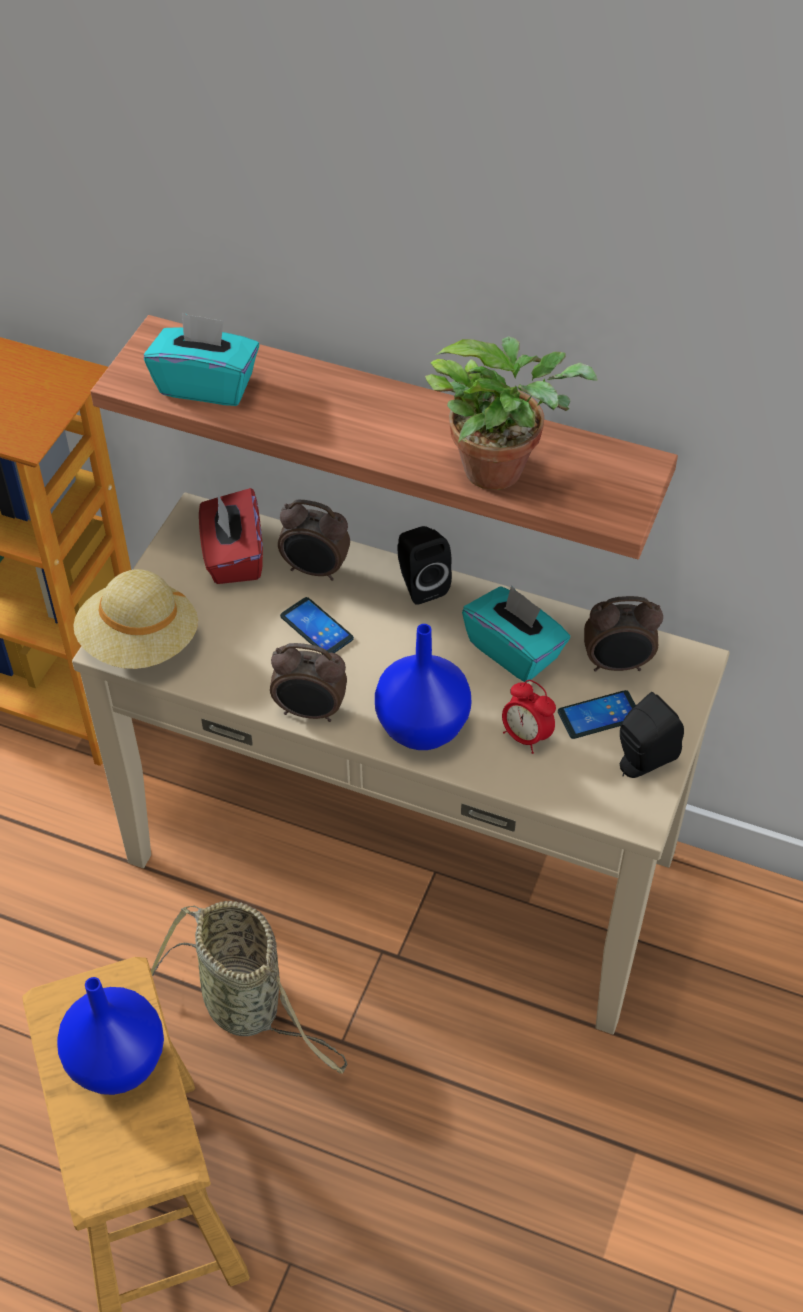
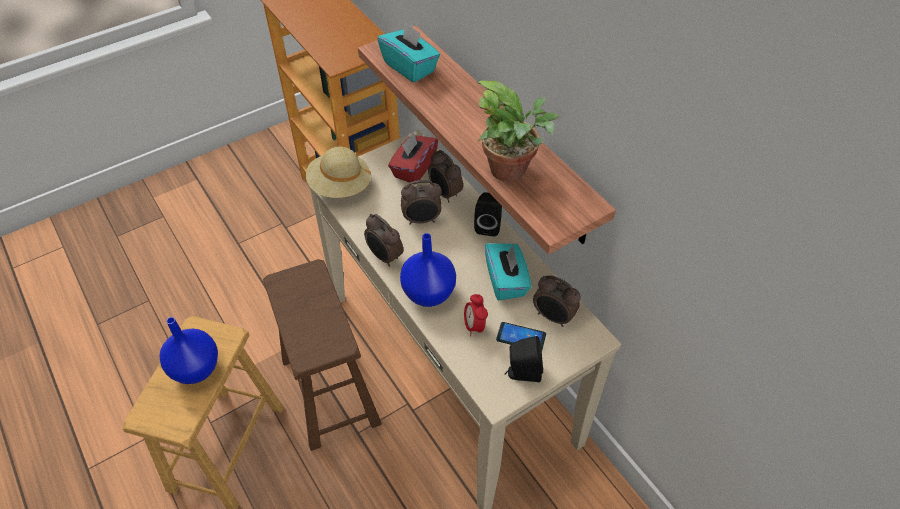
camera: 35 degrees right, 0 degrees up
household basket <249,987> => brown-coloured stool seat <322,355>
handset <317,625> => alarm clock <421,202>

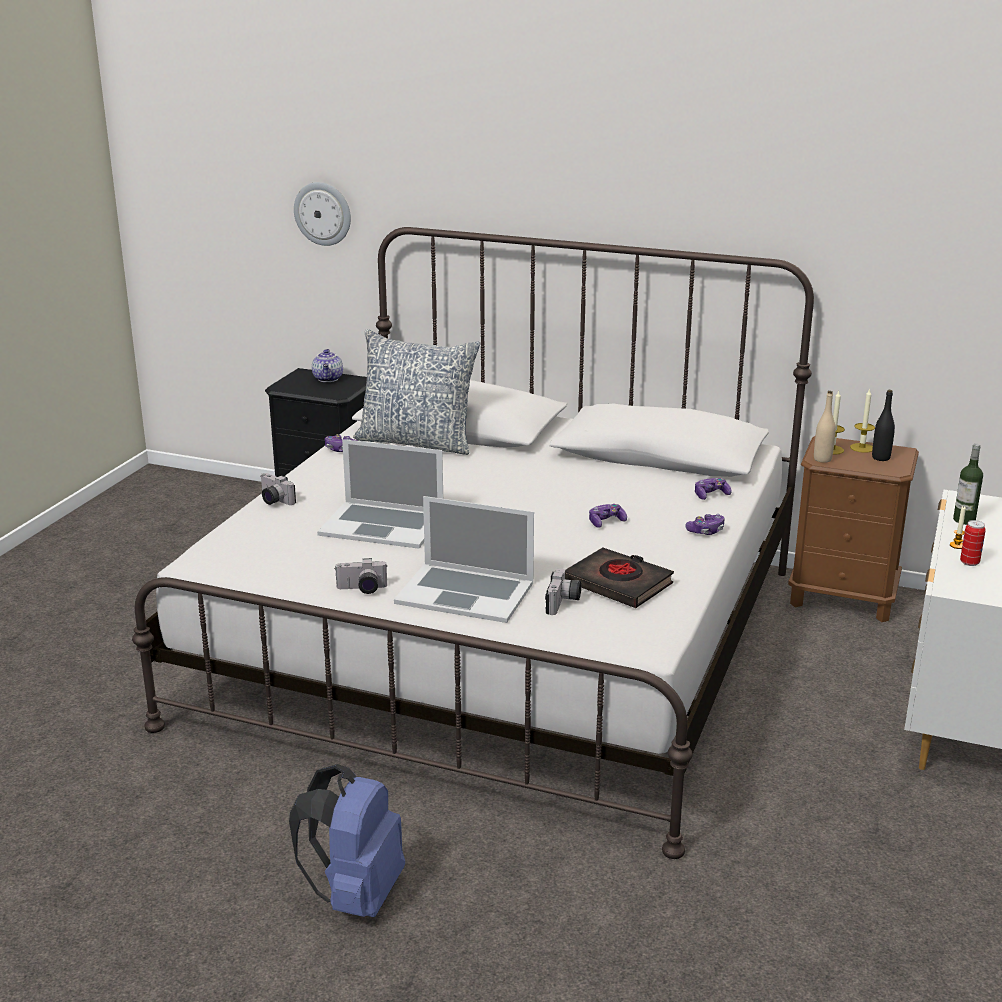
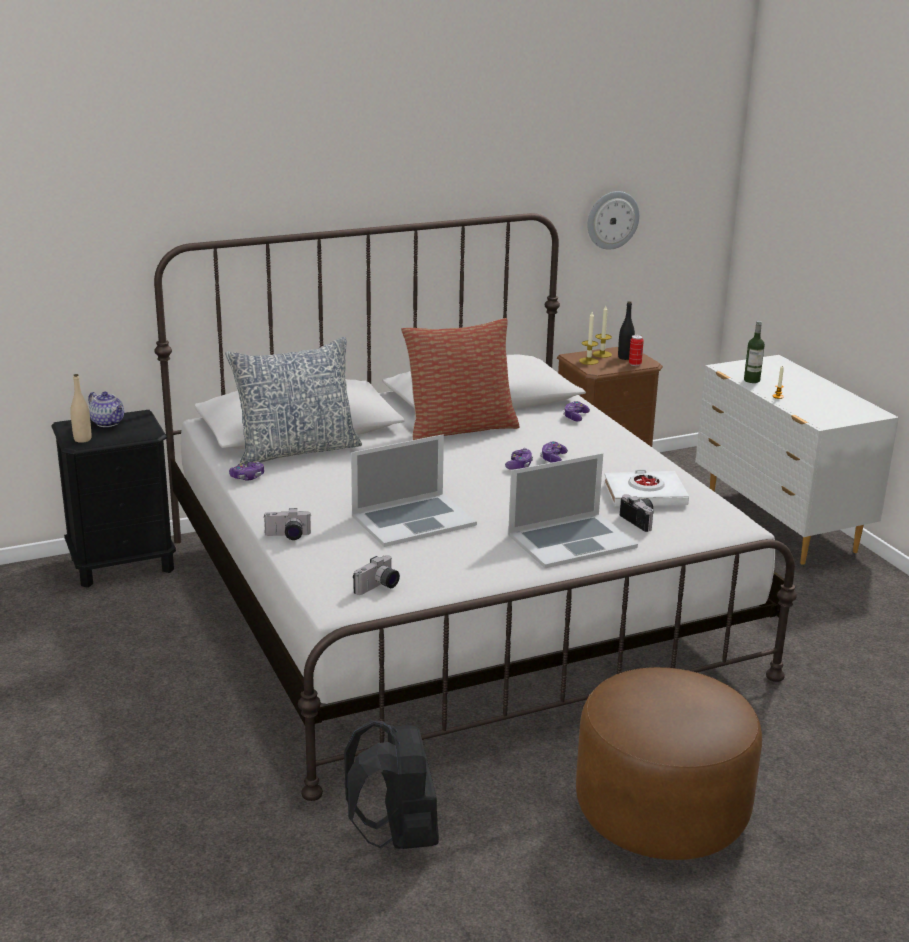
camera: 45 degrees left, 0 degrees up
nothing => blackish rucksack <391,785>
nothing => throw pillow <460,379>
hanging clock <322,214> => hanging clock <613,220>, relocated
still camera <361,576> => still camera <376,575>, relocated
game controller <705,524> => game controller <519,459>, relocated
beige drink bottle <825,427> => beige drink bottle <80,408>, relocated
metal can <973,543> => metal can <636,350>, relocated
blue rucksack <347,840> => brown-coloured ottoman <669,763>
blackish book <619,578> => whitish book <646,487>

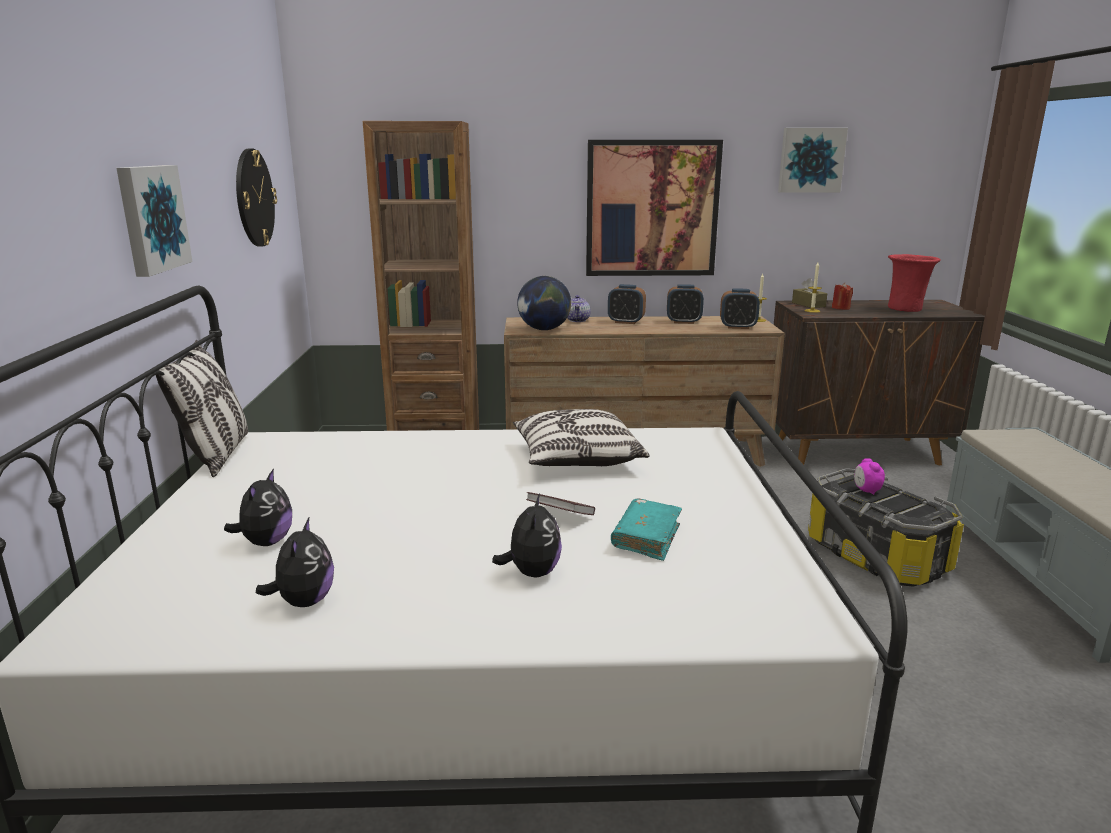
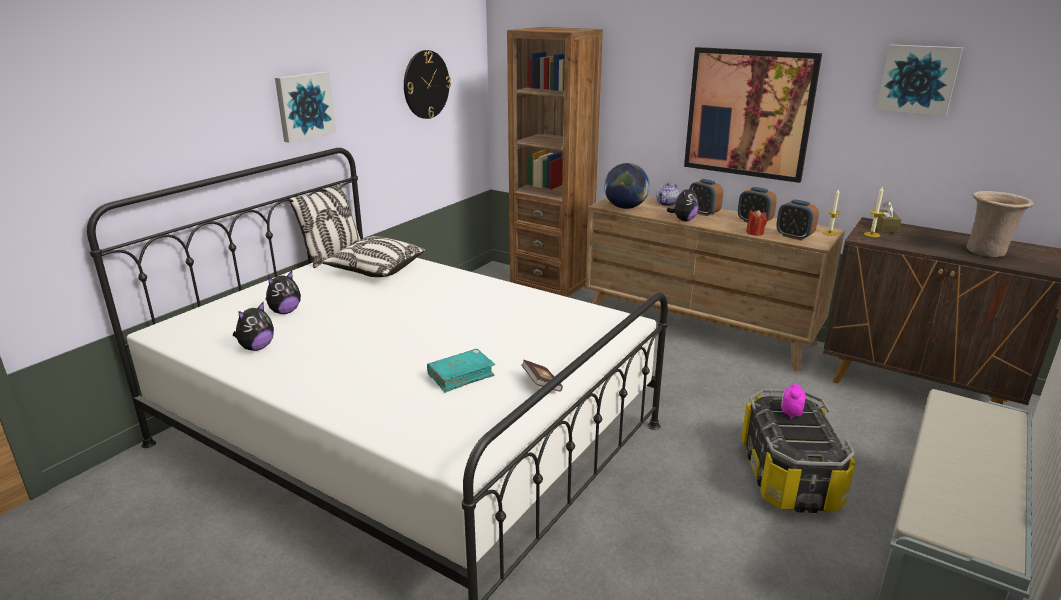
camera: 35 degrees right, 5 degrees up
plush toy <527,535> => plush toy <683,203>, relocated
throw pillow <581,437> => throw pillow <373,256>, relocated
book <560,503> => book <542,376>, relocated
red-coloured candle <842,296> => red-coloured candle <756,223>, relocated
red-coloured decorative vase <914,283> => beige decorative vase <1000,224>

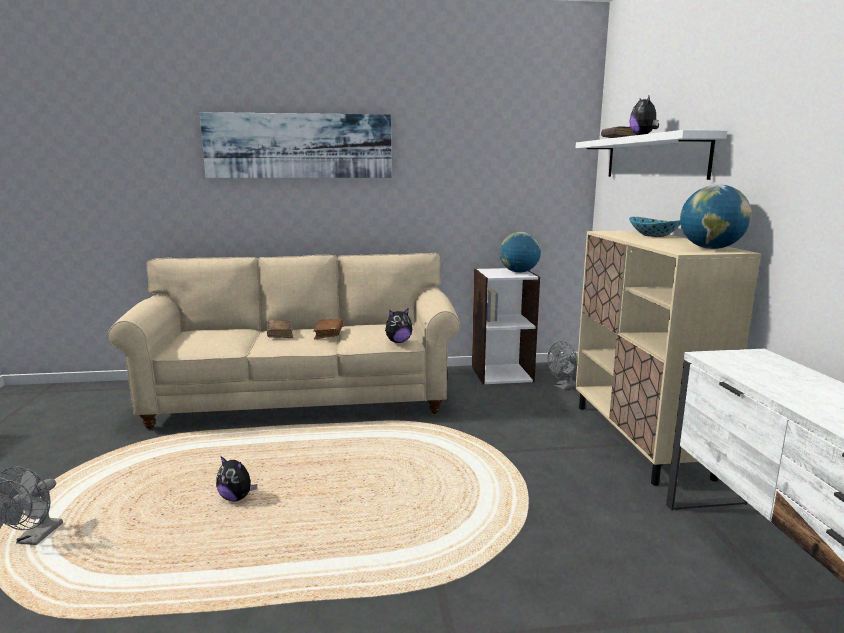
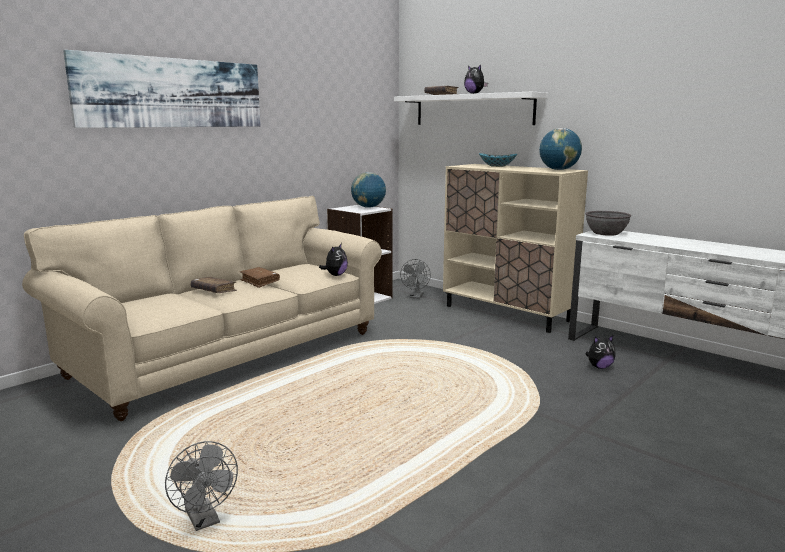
camera: 40 degrees left, 0 degrees up
nothing => gray serving bowl <608,223>
plush toy <236,478> => plush toy <600,352>, relocated

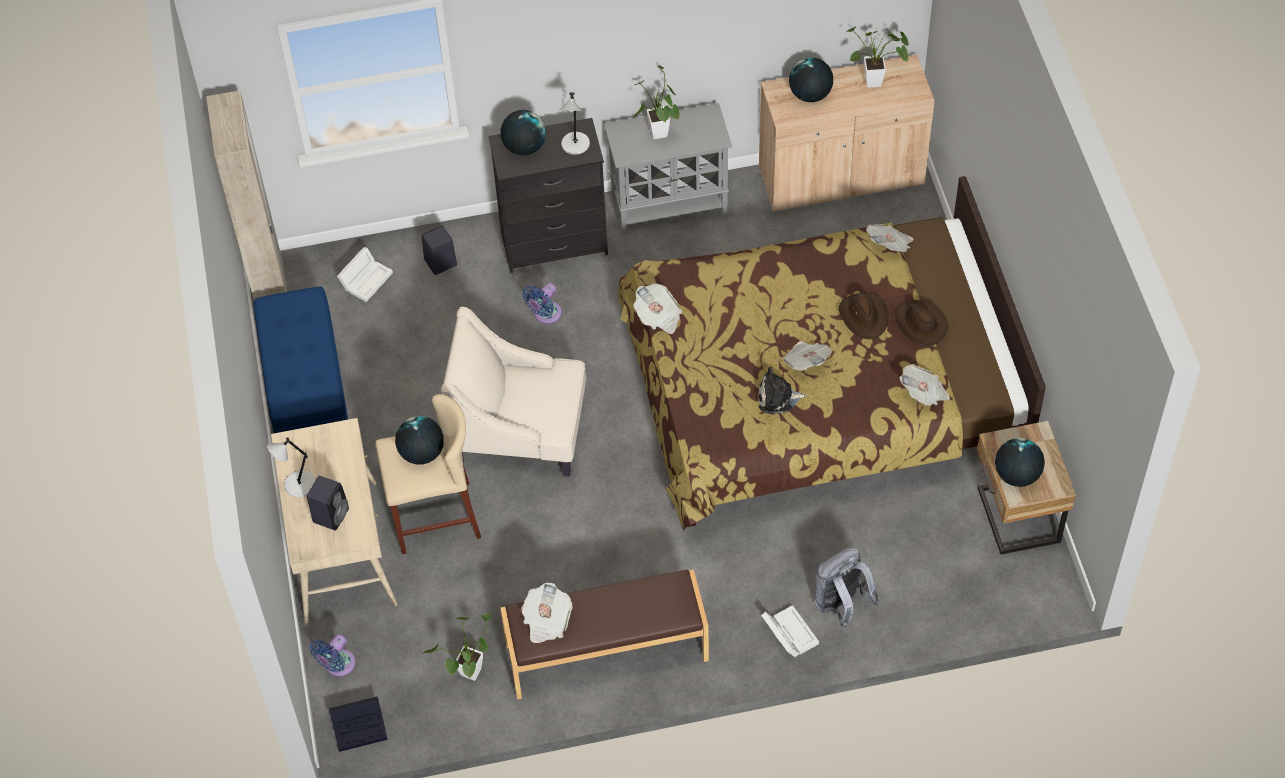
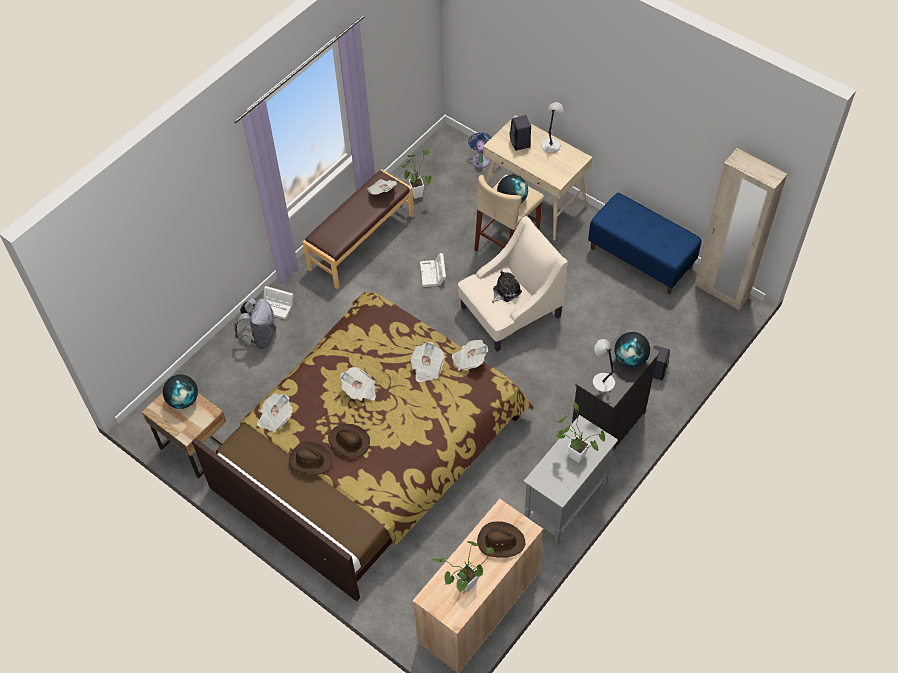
camera: 140 degrees right, 0 degrees up
blackish storage bin <358,724> => nothing
blue cooling fan <542,303> => nothing
whitish storage bin <365,274> => whitish storage bin <433,270>, relocated
plush toy <783,390> => plush toy <507,287>, relocated
printed paper <890,238> => printed paper <427,362>, relocated
desk globe <811,80> => brown-coloured clothing hat <501,539>

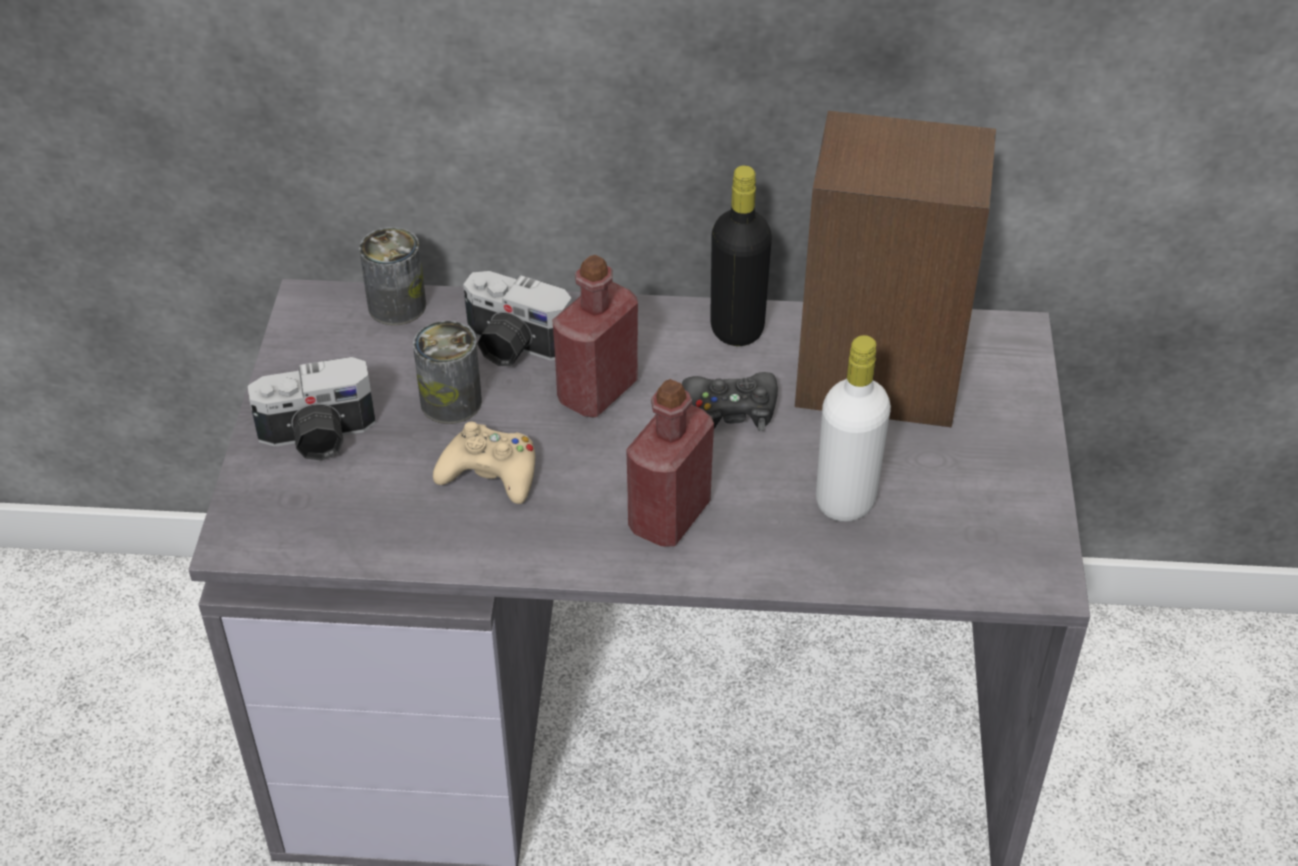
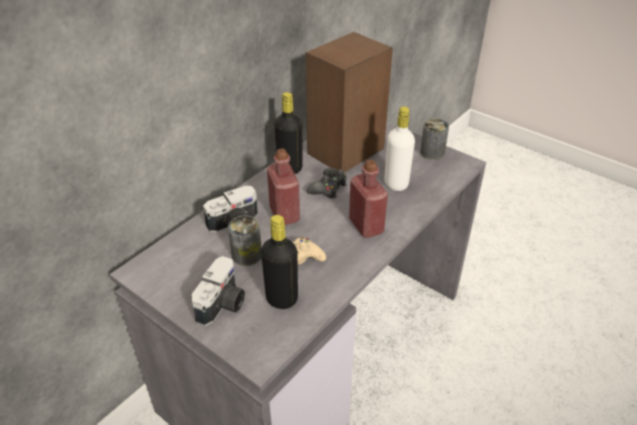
camera: 55 degrees left, 5 degrees down
nothing => blackish drink bottle <279,262>
metal can <392,276> => metal can <434,139>, relocated

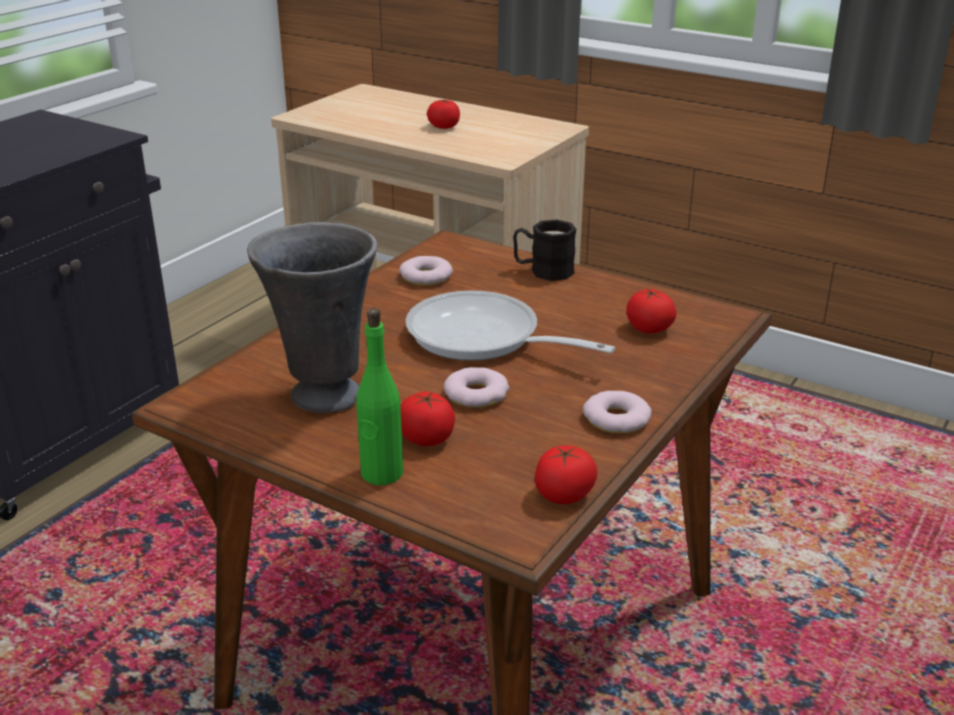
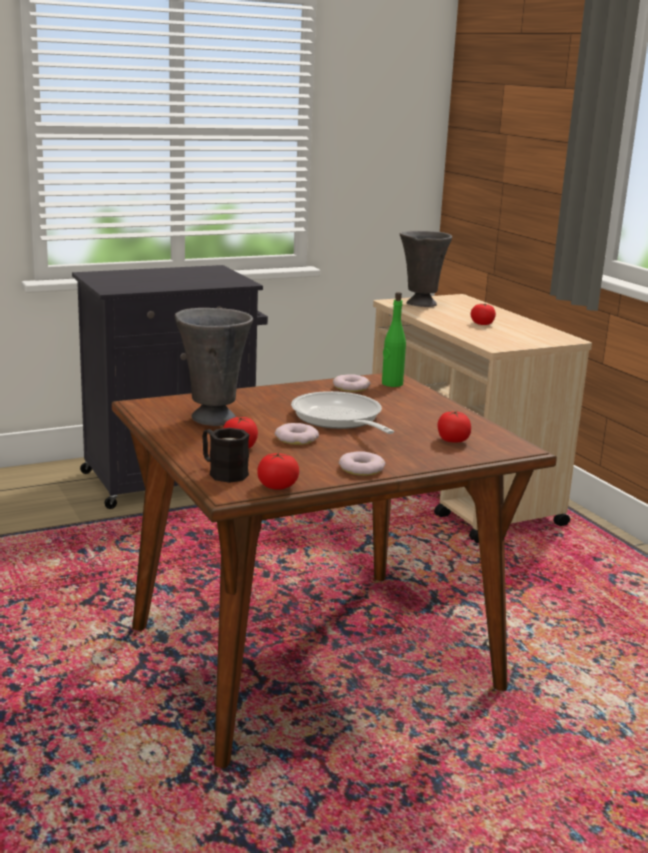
camera: 30 degrees right, 10 degrees down
nothing => gray decorative vase <426,269>
green-coloured drink bottle <379,397> => green-coloured drink bottle <394,339>, relocated
blackish tea mug <544,250> => blackish tea mug <225,455>, relocated

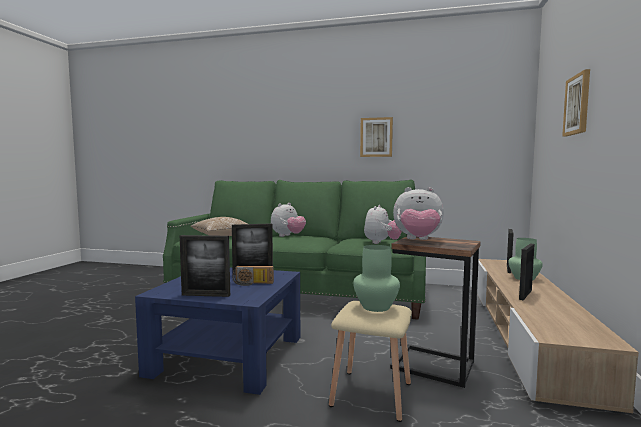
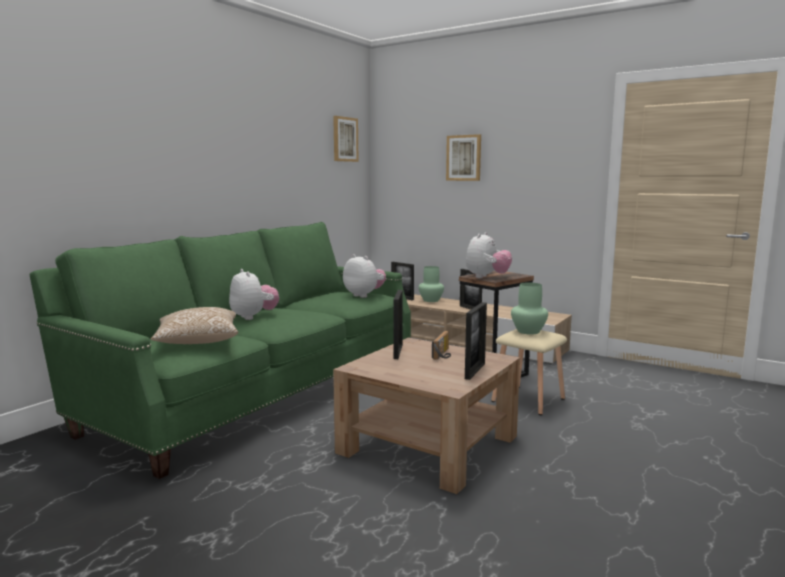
camera: 70 degrees left, 5 degrees up
wall art <376,137> => wall art <345,139>, relocated
blue low table <217,331> => brown-coloured low table <426,415>

